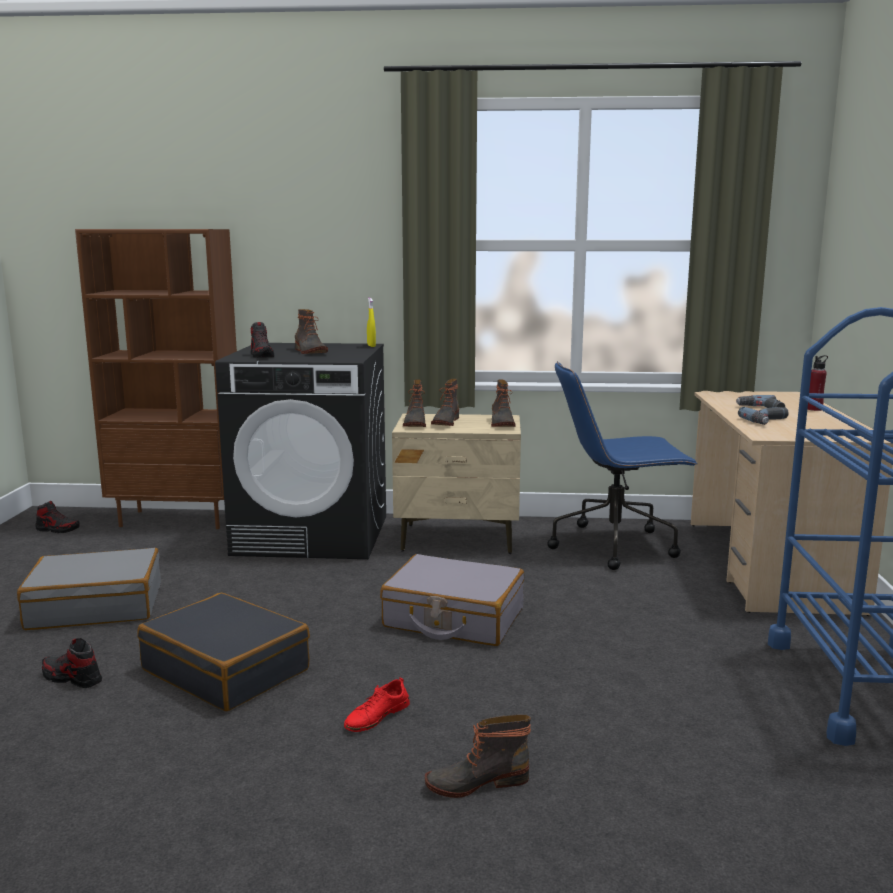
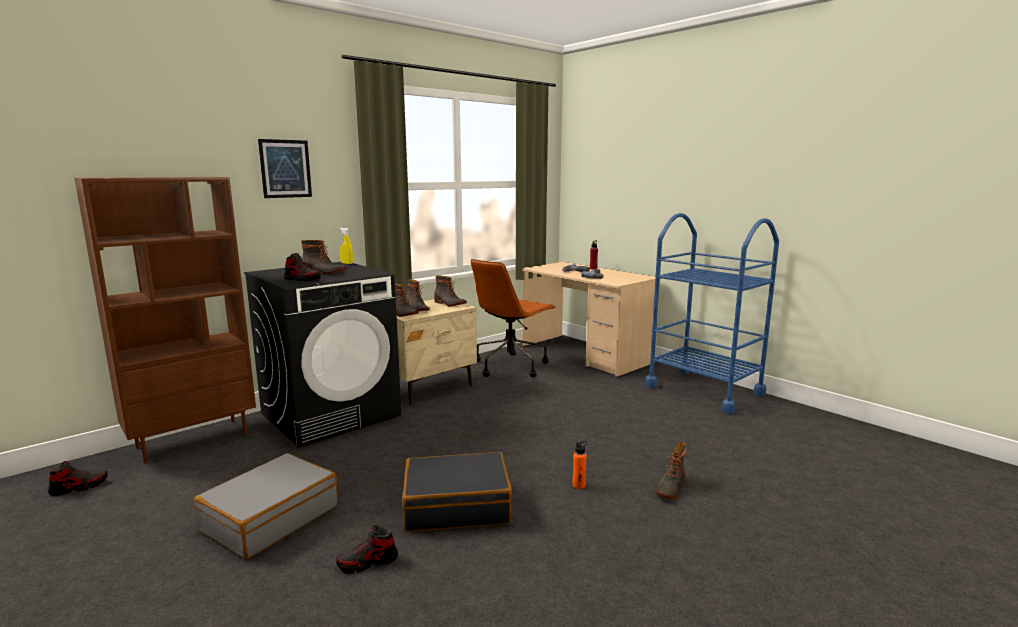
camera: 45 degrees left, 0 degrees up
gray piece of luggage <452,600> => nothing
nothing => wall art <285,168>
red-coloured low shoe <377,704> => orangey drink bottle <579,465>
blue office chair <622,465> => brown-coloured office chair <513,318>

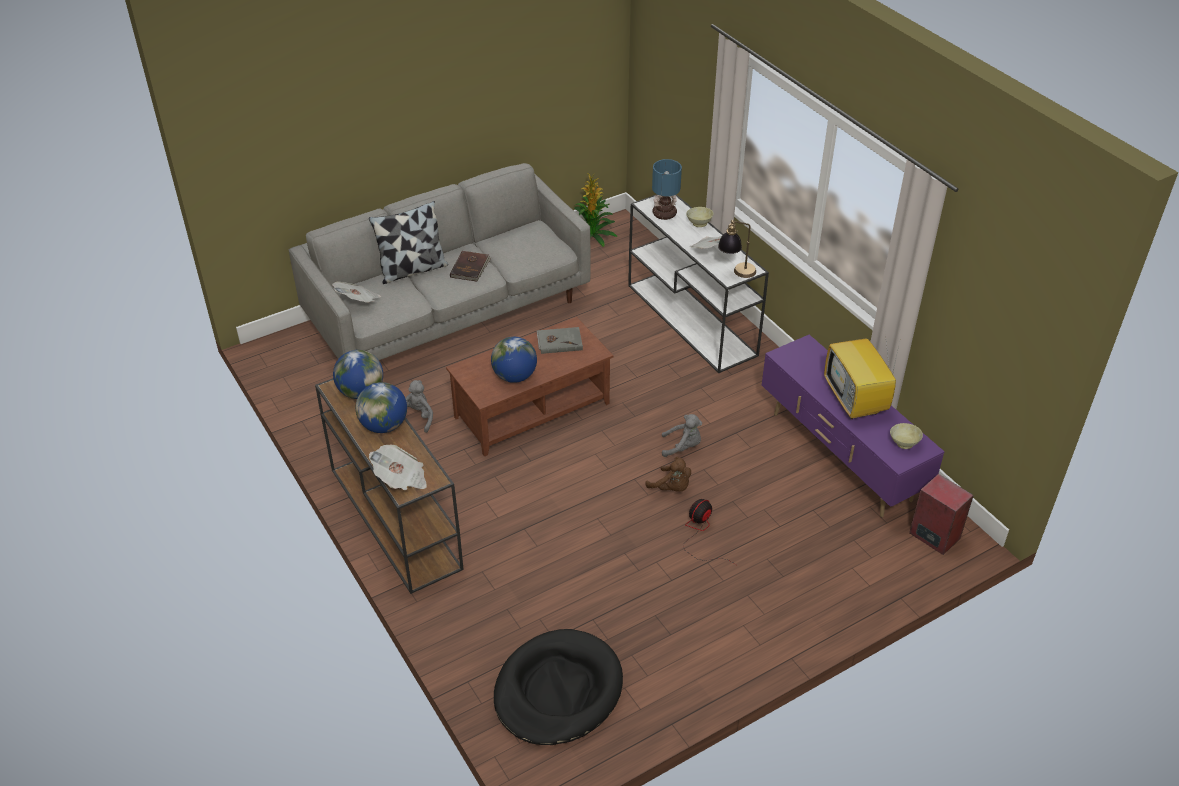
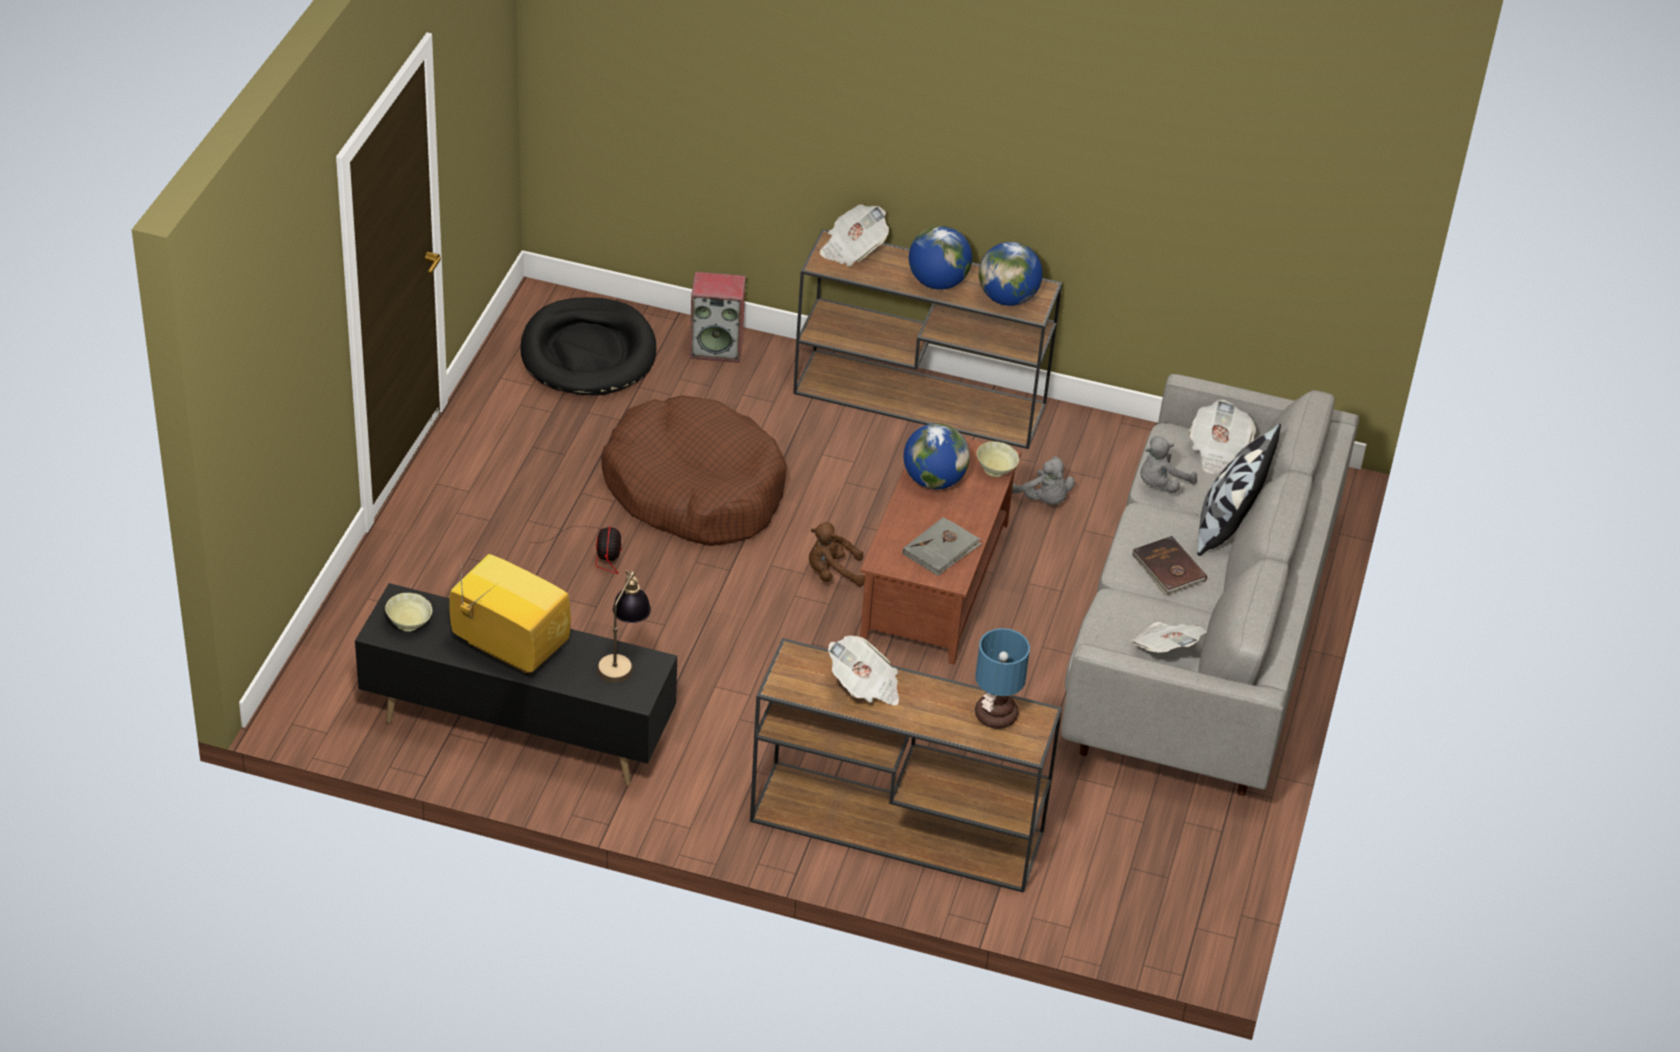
camera: 135 degrees right, 0 degrees up
houseplant <596,210> => nothing
nothing => brown-coloured dog cushion <694,470>
nothing => printed paper <1168,637>
brown-coloured plush toy <668,474> => brown-coloured plush toy <837,554>, relocated
gray plush toy <682,435> => gray plush toy <1168,464>, relocated
beige serving bowl <700,217> => beige serving bowl <998,459>, relocated
table lamp <737,249> => table lamp <624,627>, relocated
audio speaker <941,514> => audio speaker <717,317>, relocated
whitish hall table <698,283> => brown-coloured hall table <906,765>
purple tv unit <853,426> => blackish tv unit <516,684>

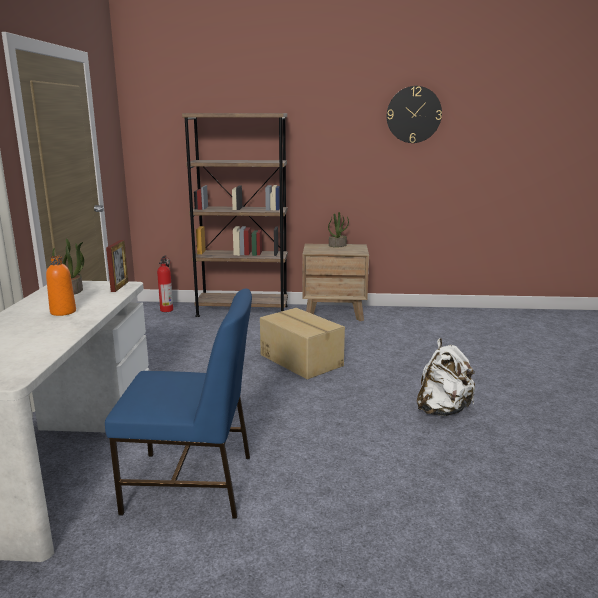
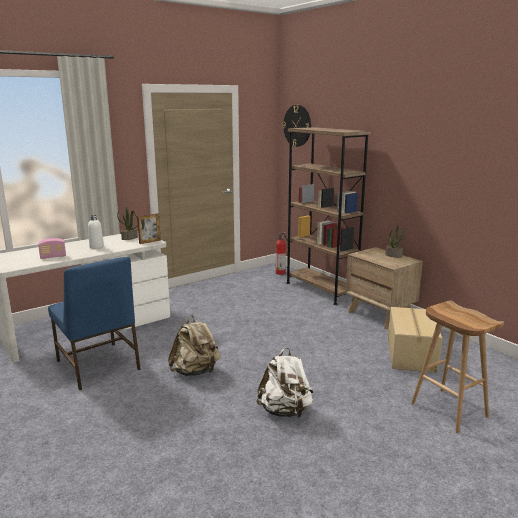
camera: 50 degrees right, 0 degrees up
nothing => radio set <52,248>
nothing => beige rucksack <194,345>
nothing => brown-coloured stool seat <457,367>
cardboard box <302,343> => cardboard box <415,340>, relocated
hanging clock <414,114> => hanging clock <296,126>, relocated
orangey drink bottle <61,286> => whitish drink bottle <96,232>

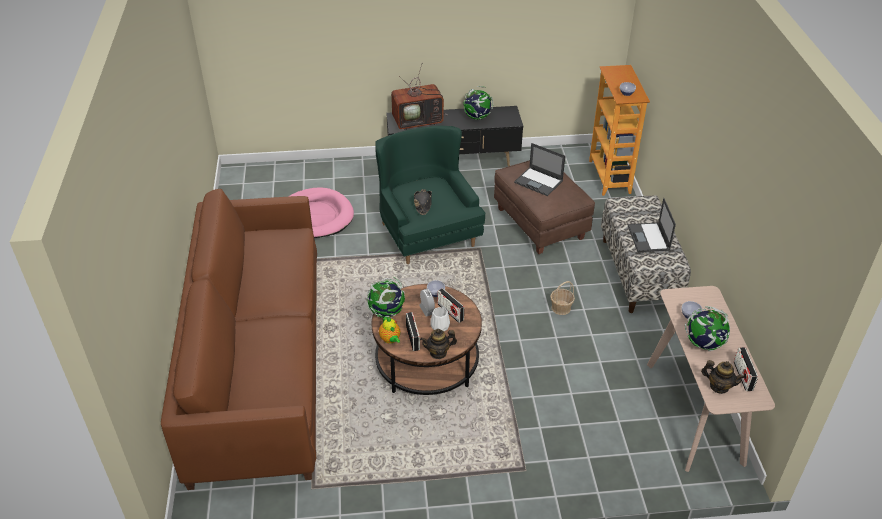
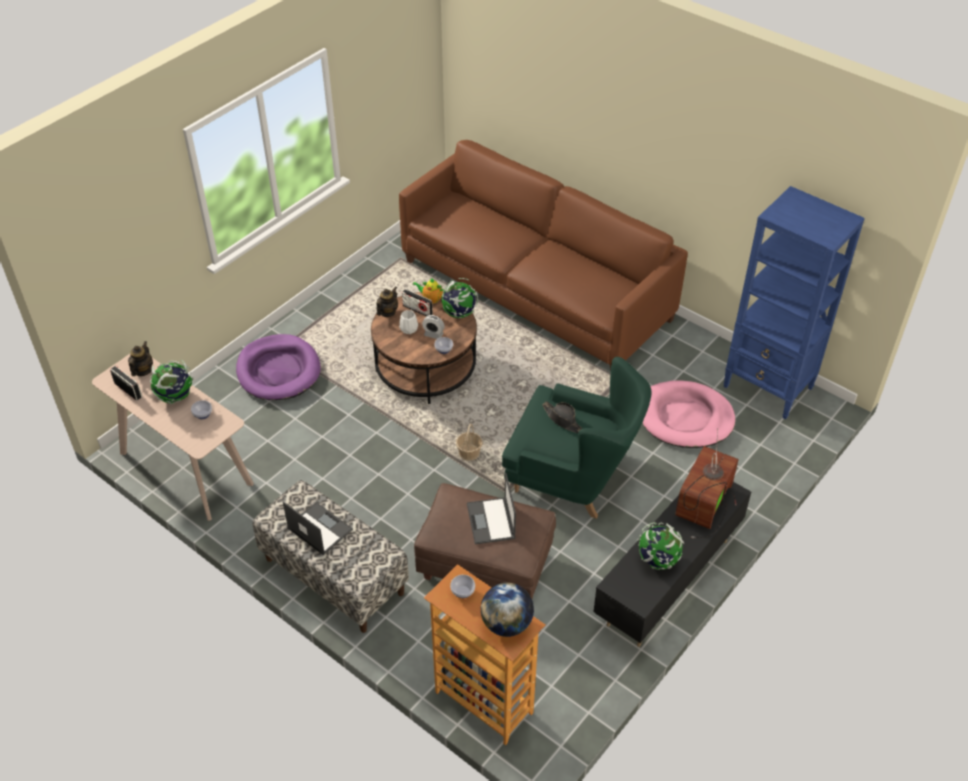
camera: 135 degrees right, 5 degrees up
radio set <451,305> => nothing
nothing => purple dog cushion <278,367>
nothing => desk globe <507,609>
nothing => blue shelving unit <794,303>
household basket <562,298> => household basket <469,442>, relocated
laptop <539,169> => laptop <491,509>, 90 degrees counterclockwise
teapot <723,377> => teapot <140,358>, 120 degrees clockwise

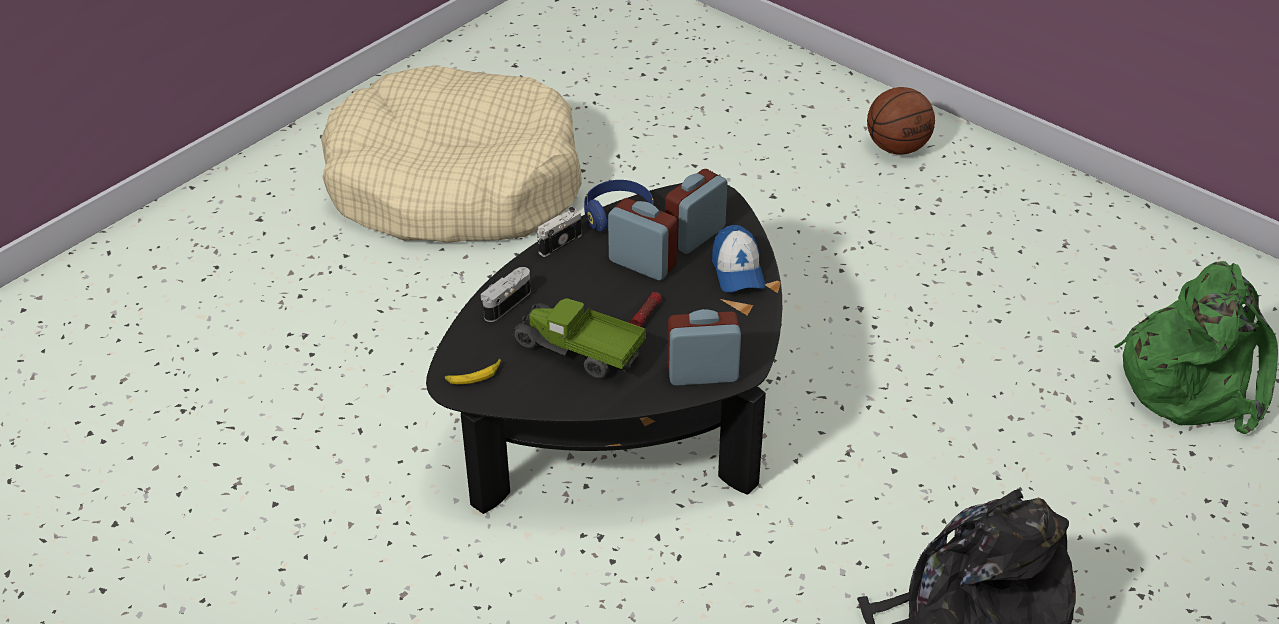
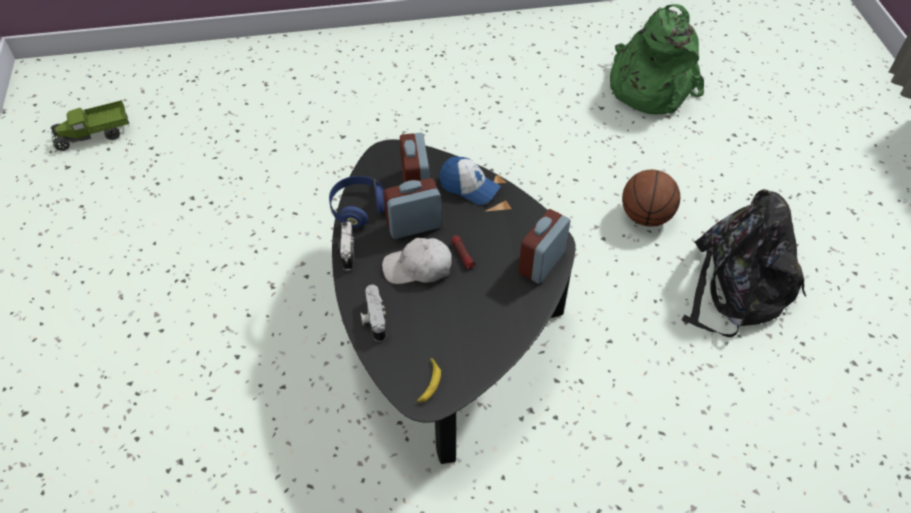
camera: 50 degrees left, 10 degrees up
beige dog cushion <451,154> => nothing
nothing => whitish peaked cap <417,261>
model truck <579,338> => model truck <90,125>, relocated
basketball <901,121> => basketball <651,198>, relocated

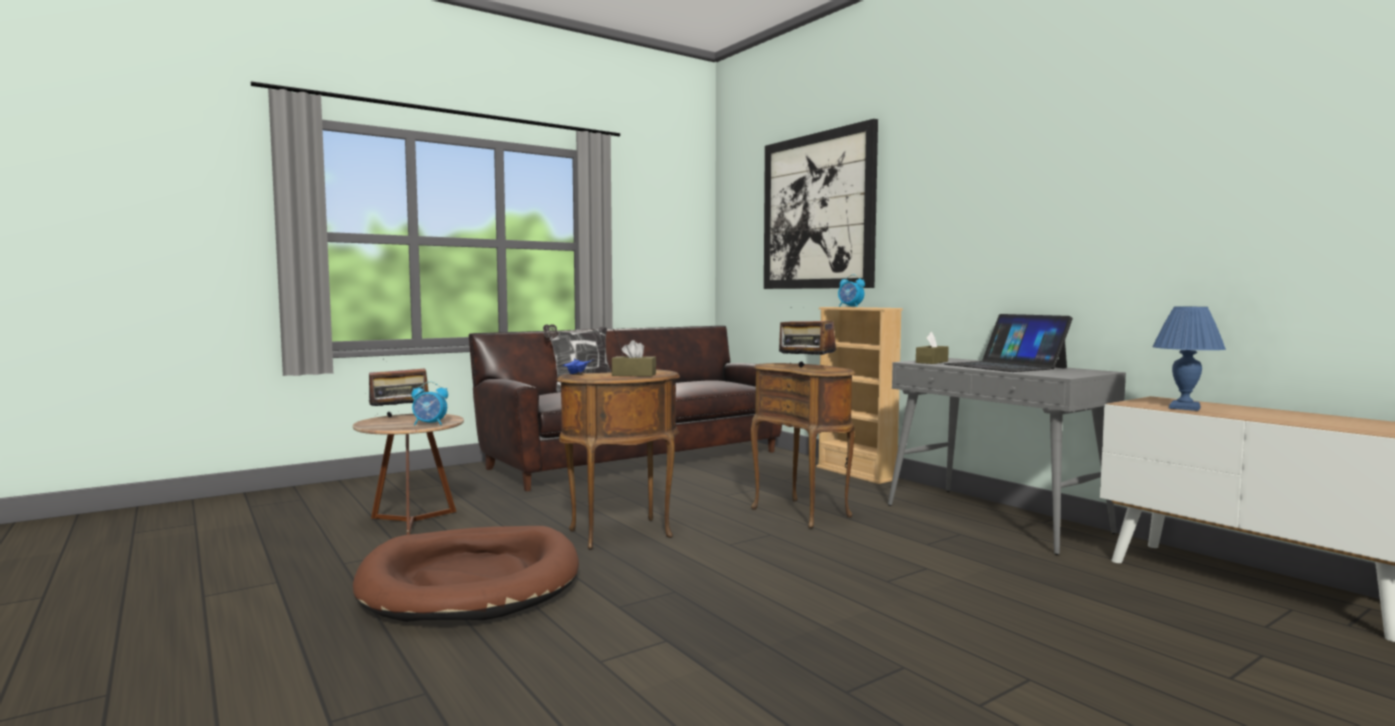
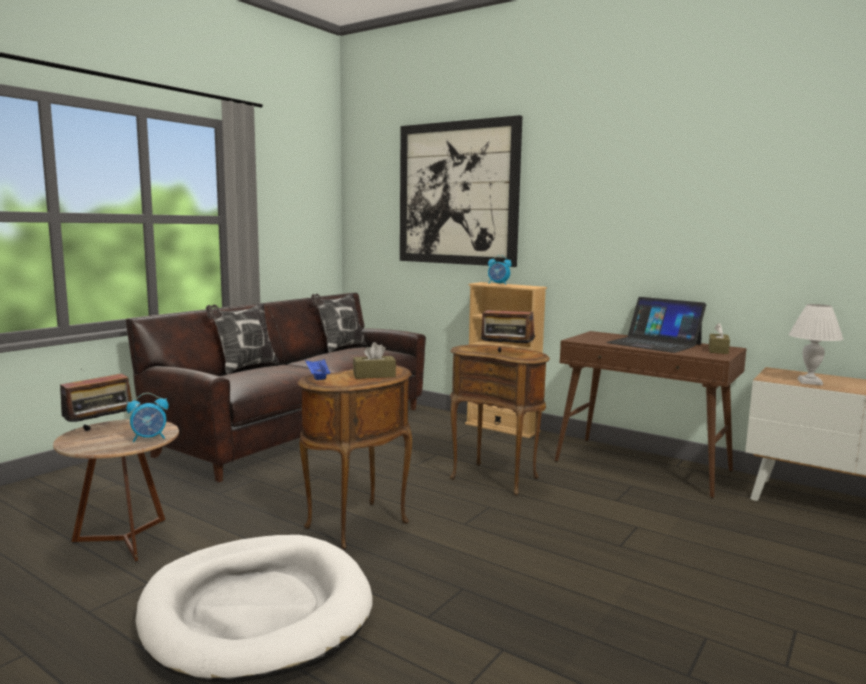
camera: 20 degrees left, 5 degrees up
nothing => throw pillow <338,323>
brown-coloured tissue box <932,348> => brown-coloured tissue box <719,338>, relocated
brown-coloured dog cushion <466,574> => whitish dog cushion <253,609>
gray hall table <1007,456> => brown-coloured hall table <651,414>
blue table lamp <1189,359> => whitish table lamp <816,344>

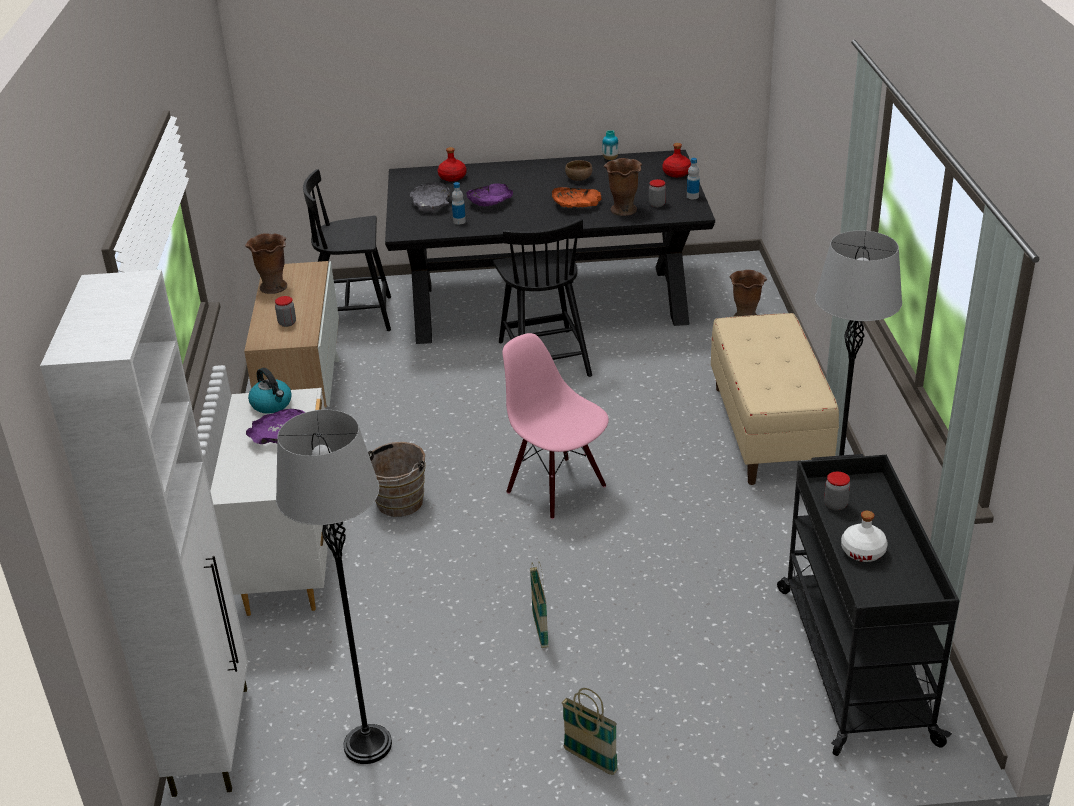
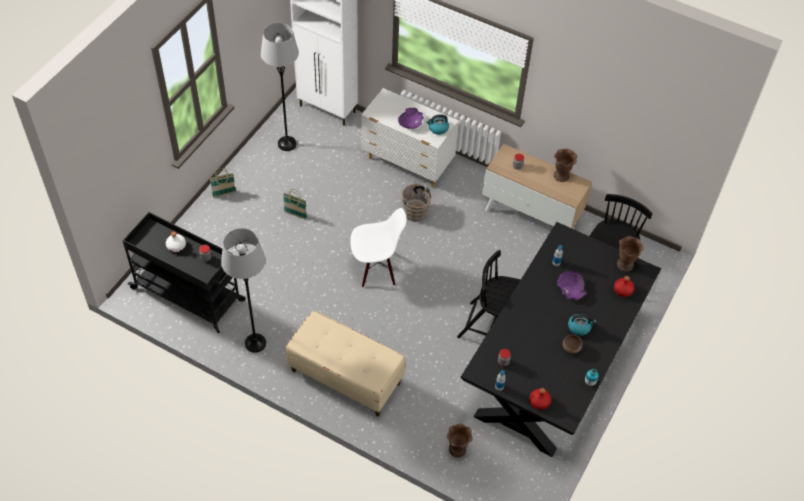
camera: 120 degrees right, 20 degrees up
gray serving bowl <430,197> => nothing
orangey serving bowl <576,197> => nothing
nothing => kettle <582,325>
brown-coloured decorative vase <623,187> => brown-coloured decorative vase <630,254>, relocated
pink-coloured chair <555,426> => whitish chair <378,247>

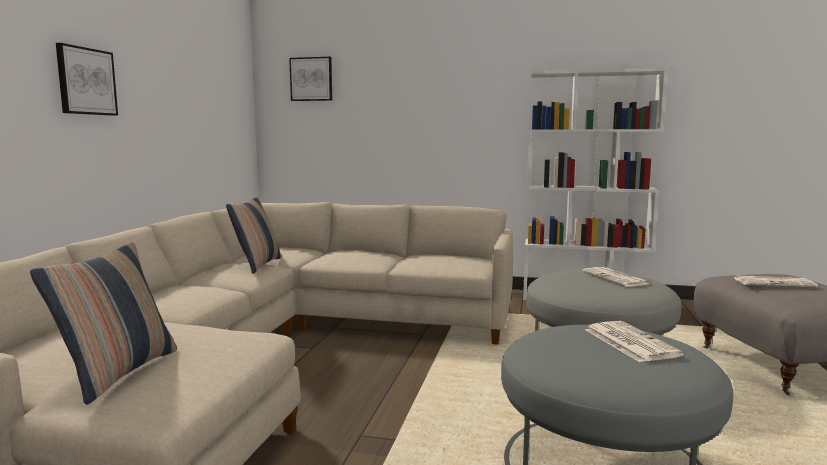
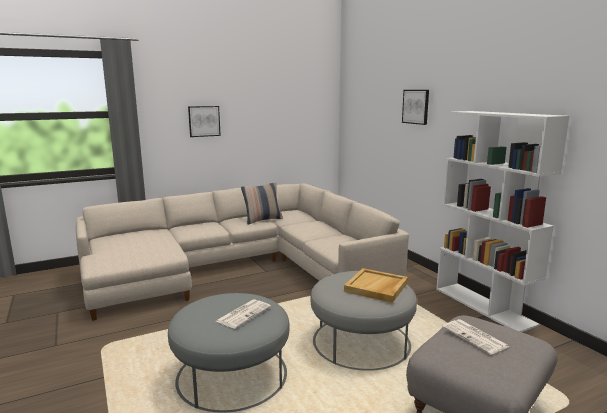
camera: 50 degrees right, 5 degrees up
throw pillow <103,323> => nothing
wall art <310,79> => wall art <415,107>, relocated
printed paper <615,277> => beige serving tray <376,285>

